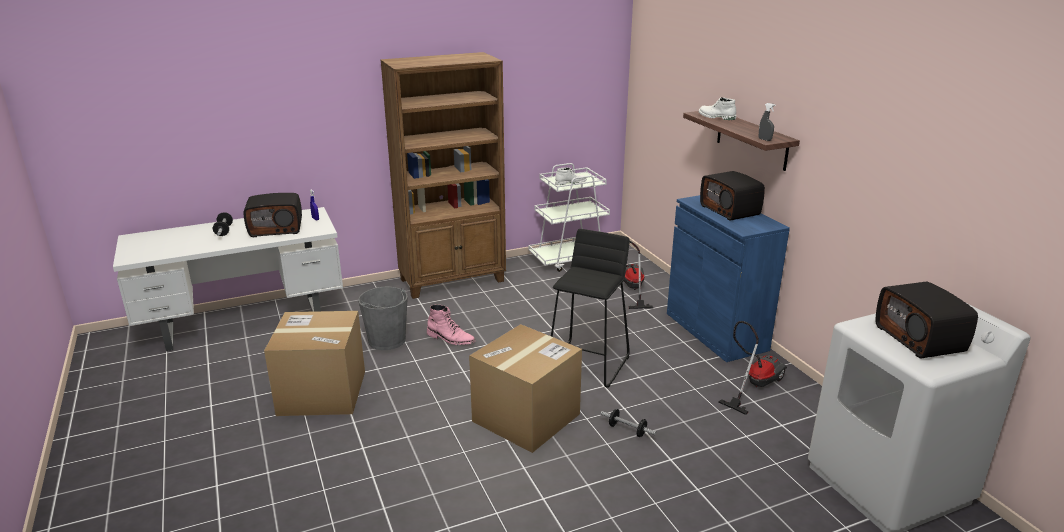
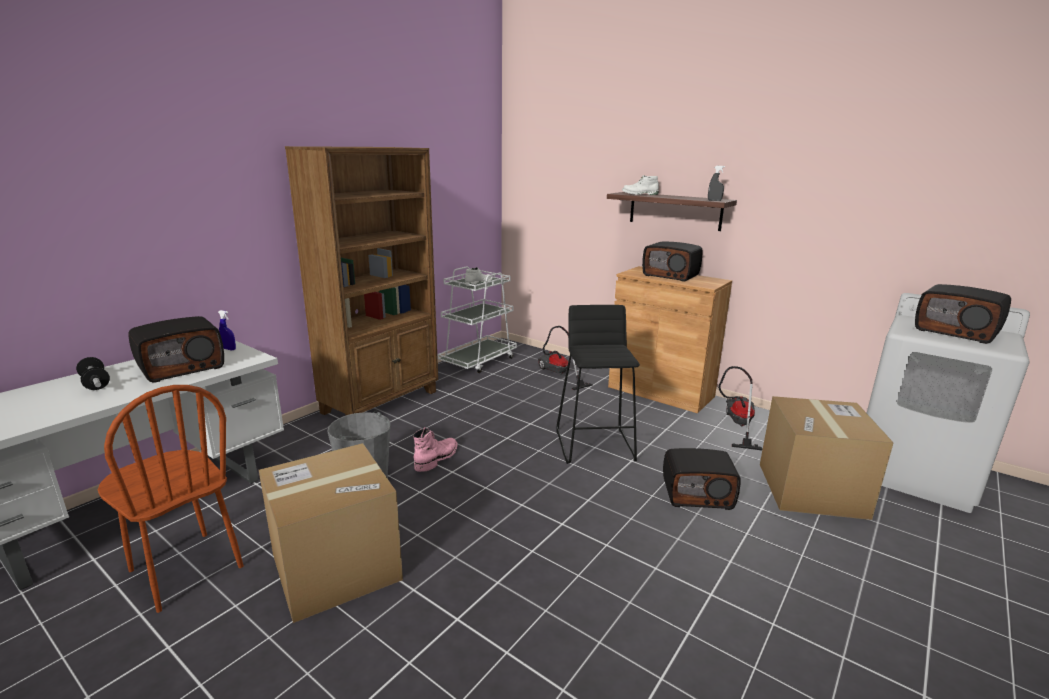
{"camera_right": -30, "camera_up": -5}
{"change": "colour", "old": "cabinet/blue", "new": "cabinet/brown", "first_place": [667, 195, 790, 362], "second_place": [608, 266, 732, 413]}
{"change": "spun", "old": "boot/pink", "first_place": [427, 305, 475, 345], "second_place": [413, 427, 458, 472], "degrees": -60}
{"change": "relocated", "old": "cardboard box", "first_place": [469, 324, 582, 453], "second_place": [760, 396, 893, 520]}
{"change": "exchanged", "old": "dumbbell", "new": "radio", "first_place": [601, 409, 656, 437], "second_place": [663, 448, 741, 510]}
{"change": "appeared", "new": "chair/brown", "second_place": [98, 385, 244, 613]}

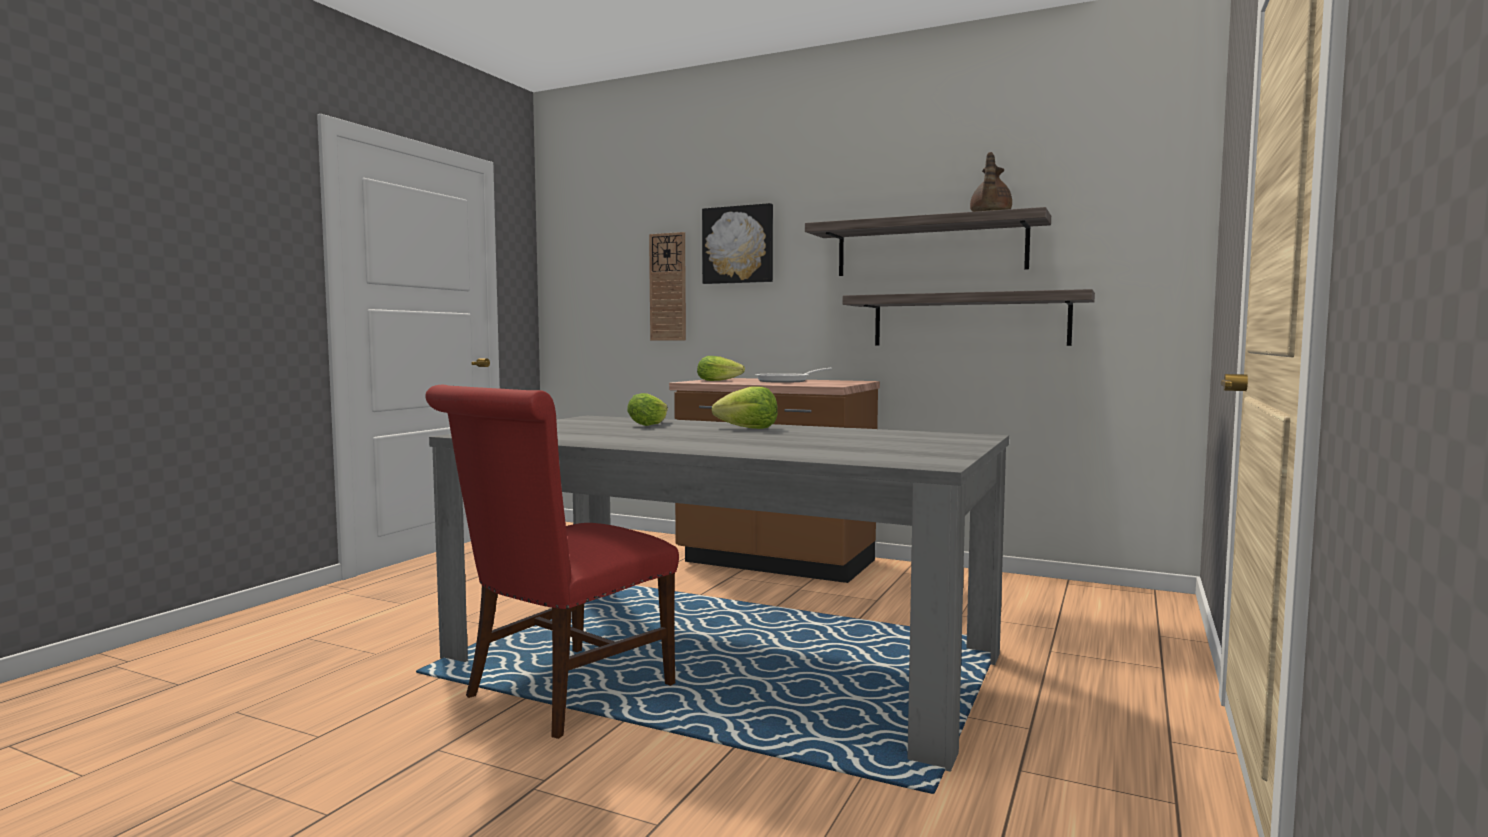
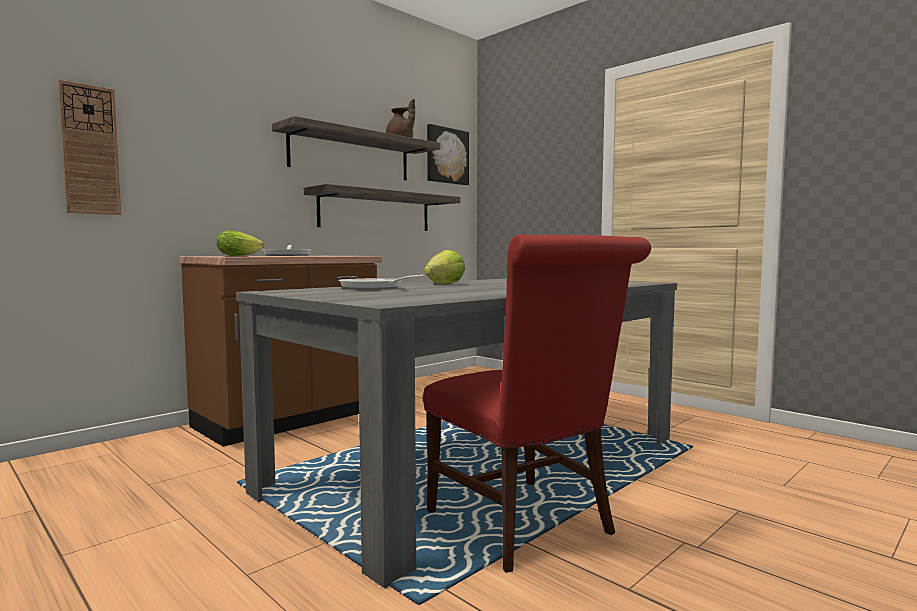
{"camera_right": -70, "camera_up": 0}
{"change": "relocated", "old": "picture", "first_place": [702, 203, 773, 284], "second_place": [427, 124, 469, 185]}
{"change": "exchanged", "old": "lettuce", "new": "frying pan", "first_place": [627, 393, 668, 426], "second_place": [338, 275, 425, 290]}

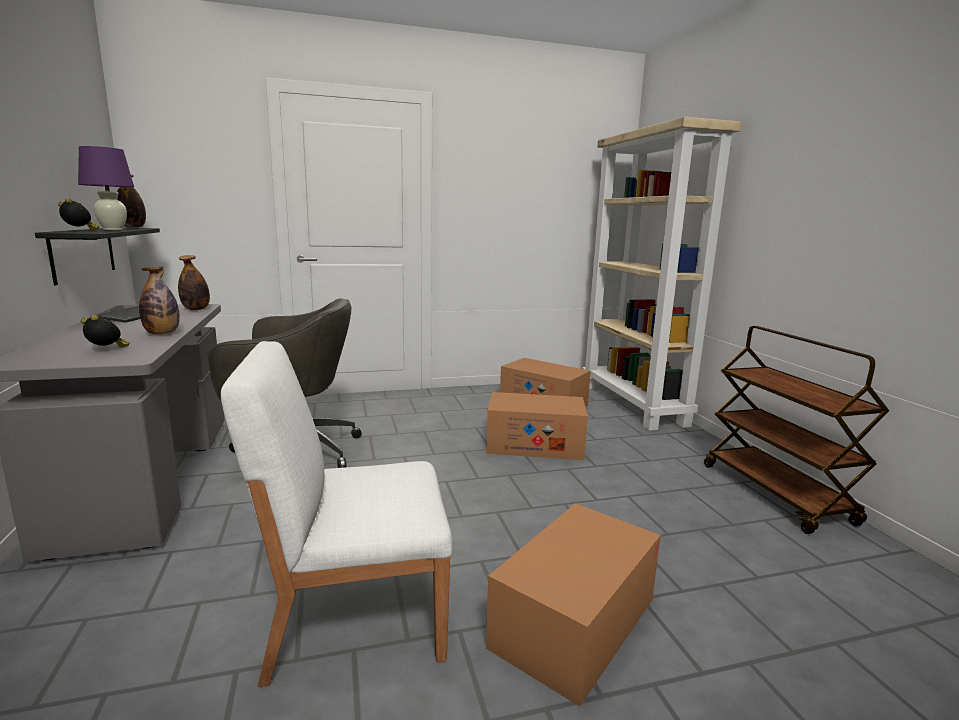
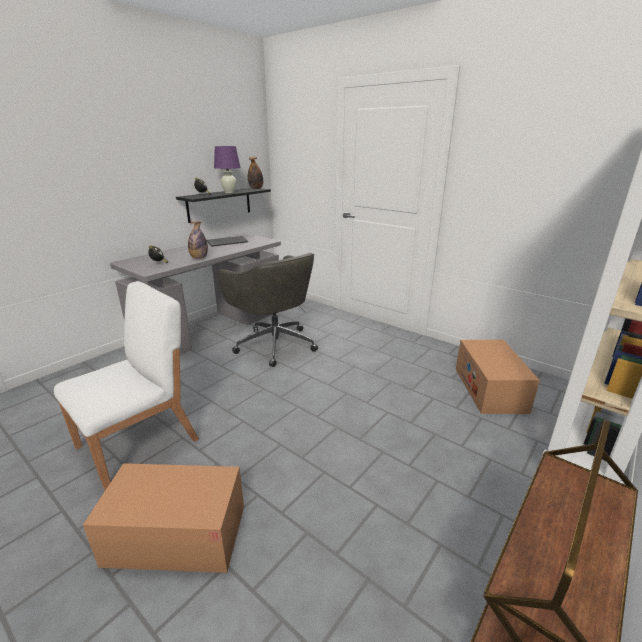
{"camera_right": 55, "camera_up": 10}
{"change": "missing", "old": "bottle", "first_place": [178, 255, 210, 310]}
{"change": "spun", "old": "chair/white", "first_place": [221, 341, 452, 687], "second_place": [54, 281, 199, 490], "degrees": 90}
{"change": "missing", "old": "cardboard box", "first_place": [486, 392, 588, 460]}

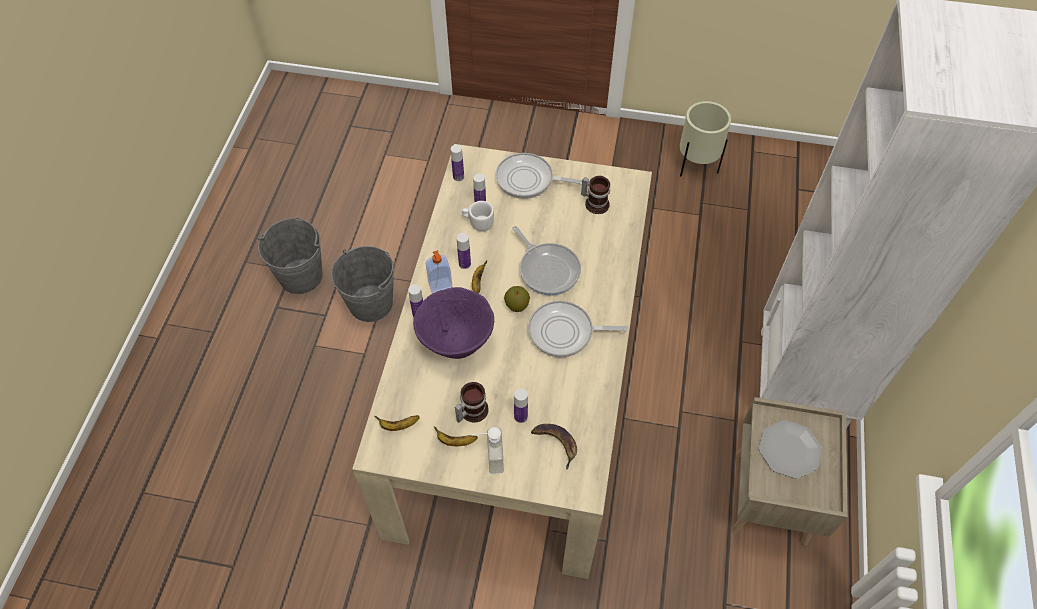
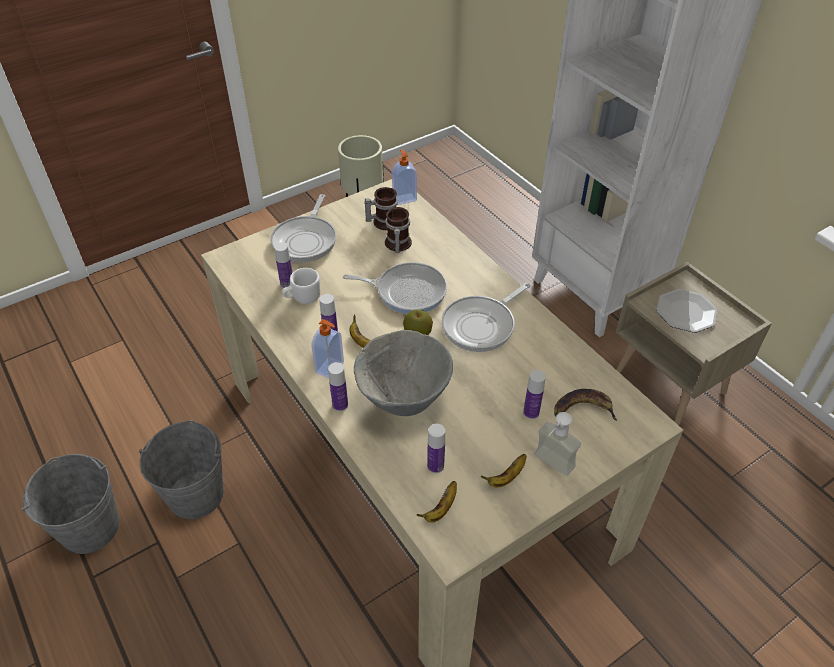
{"camera_right": -45, "camera_up": -10}
{"change": "relocated", "old": "bottle", "first_place": [451, 145, 464, 181], "second_place": [427, 424, 445, 473]}
{"change": "spun", "old": "frying pan", "first_place": [495, 153, 582, 199], "second_place": [270, 194, 336, 263], "degrees": -45}
{"change": "colour", "old": "bowl/purple", "new": "bowl/grey", "first_place": [413, 287, 494, 359], "second_place": [354, 330, 453, 416]}
{"change": "relocated", "old": "mug", "first_place": [454, 382, 489, 423], "second_place": [385, 207, 412, 253]}
{"change": "appeared", "new": "soap dispenser", "second_place": [392, 150, 417, 205]}

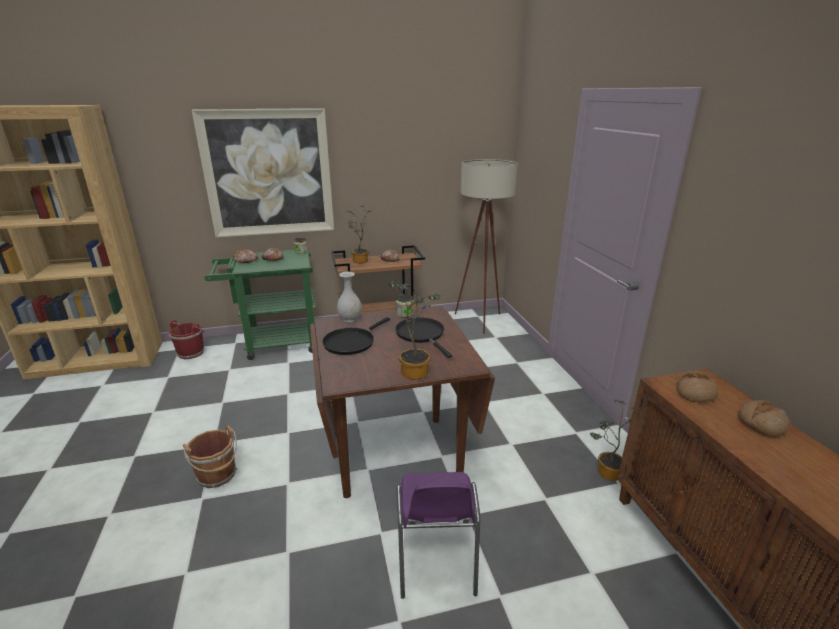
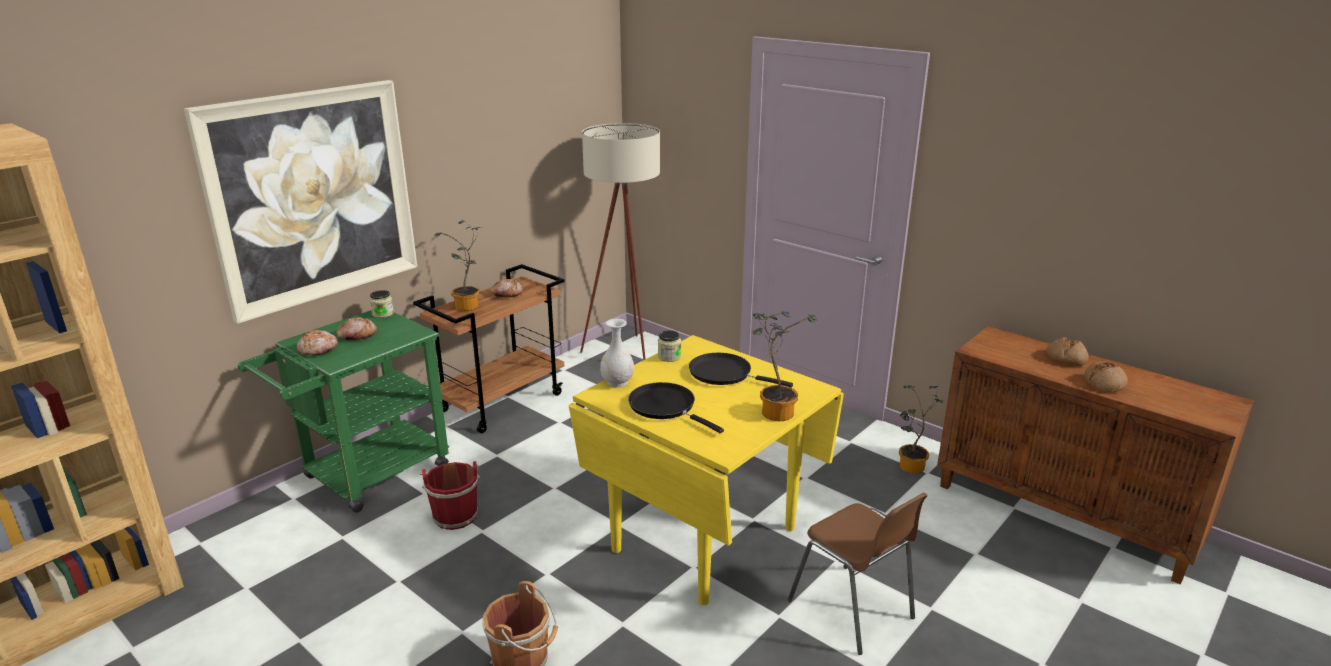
{"camera_right": -35, "camera_up": 0}
{"change": "colour", "old": "dining table/brown", "new": "dining table/yellow", "first_place": [310, 306, 495, 498], "second_place": [568, 335, 844, 605]}
{"change": "spun", "old": "frying pan/black", "first_place": [322, 317, 390, 355], "second_place": [628, 382, 724, 433], "degrees": 135}
{"change": "relocated", "old": "bucket/red", "first_place": [169, 320, 206, 359], "second_place": [420, 461, 480, 530]}
{"change": "relocated", "old": "bread", "first_place": [677, 371, 719, 402], "second_place": [1084, 361, 1128, 392]}
{"change": "colour", "old": "chair/purple", "new": "chair/brown", "first_place": [397, 472, 480, 599], "second_place": [787, 493, 928, 655]}

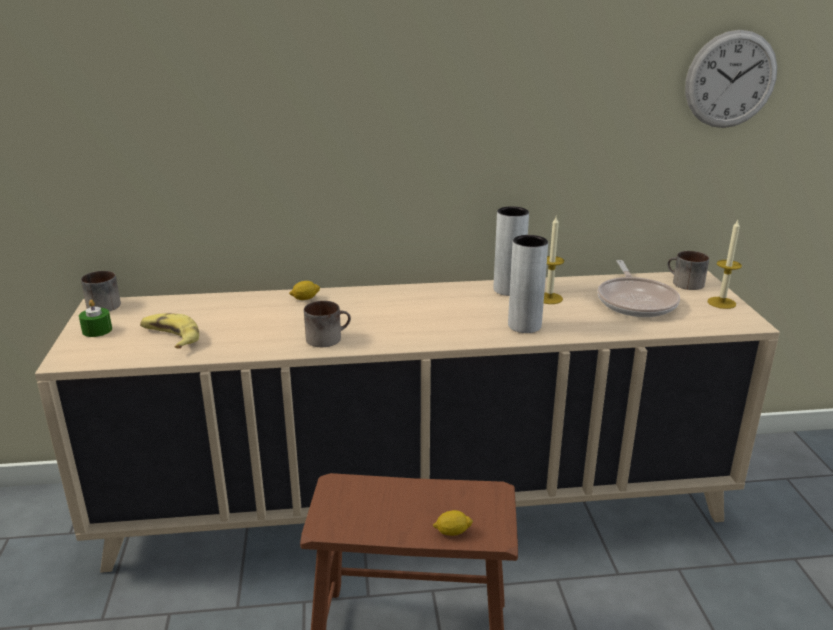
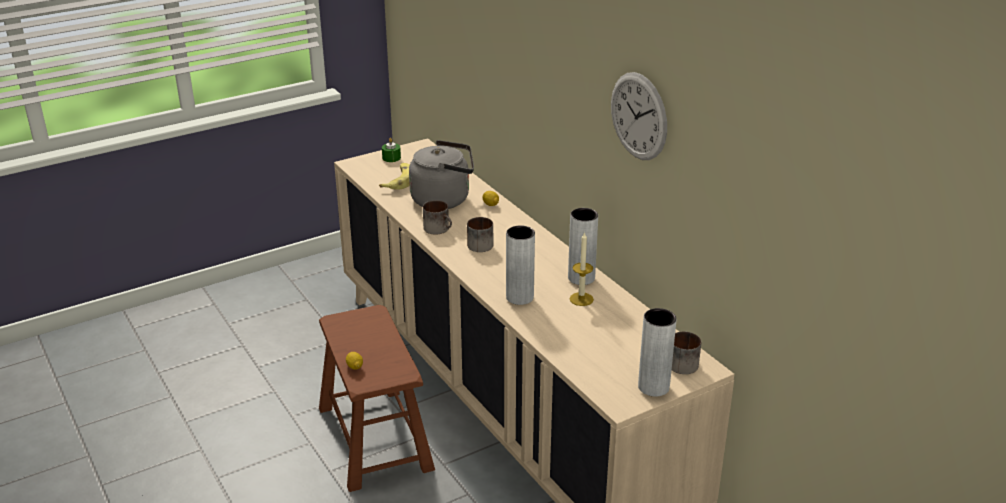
{"camera_right": 65, "camera_up": 5}
{"change": "relocated", "old": "wall clock", "first_place": [685, 30, 777, 128], "second_place": [611, 72, 667, 160]}
{"change": "exchanged", "old": "candle", "new": "vase/grey", "first_place": [708, 220, 742, 309], "second_place": [638, 308, 677, 397]}
{"change": "missing", "old": "frying pan", "first_place": [598, 260, 680, 317]}
{"change": "relocated", "old": "mug", "first_place": [81, 271, 121, 311], "second_place": [467, 217, 493, 252]}
{"change": "appeared", "new": "kettle/grey", "second_place": [409, 140, 474, 209]}

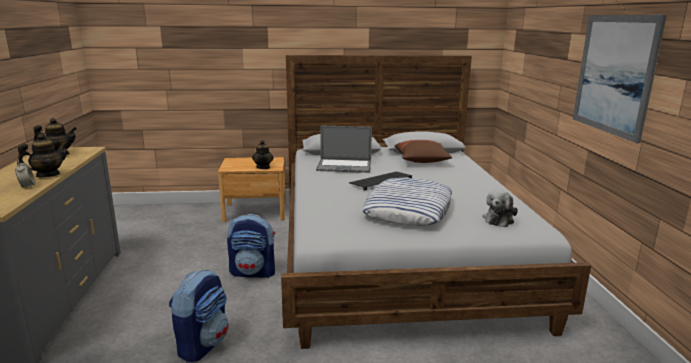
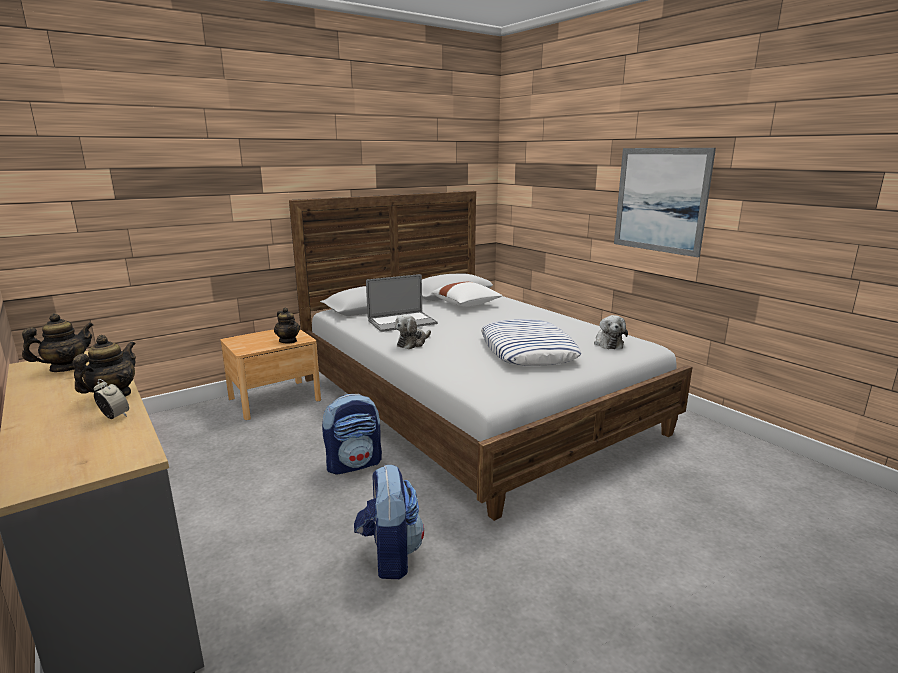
{"camera_right": -30, "camera_up": 0}
{"change": "colour", "old": "pillow/brown", "new": "pillow/white", "first_place": [395, 140, 452, 163], "second_place": [432, 282, 502, 306]}
{"change": "missing", "old": "keyboard", "first_place": [349, 171, 412, 190]}
{"change": "appeared", "new": "plush toy", "second_place": [395, 314, 431, 349]}

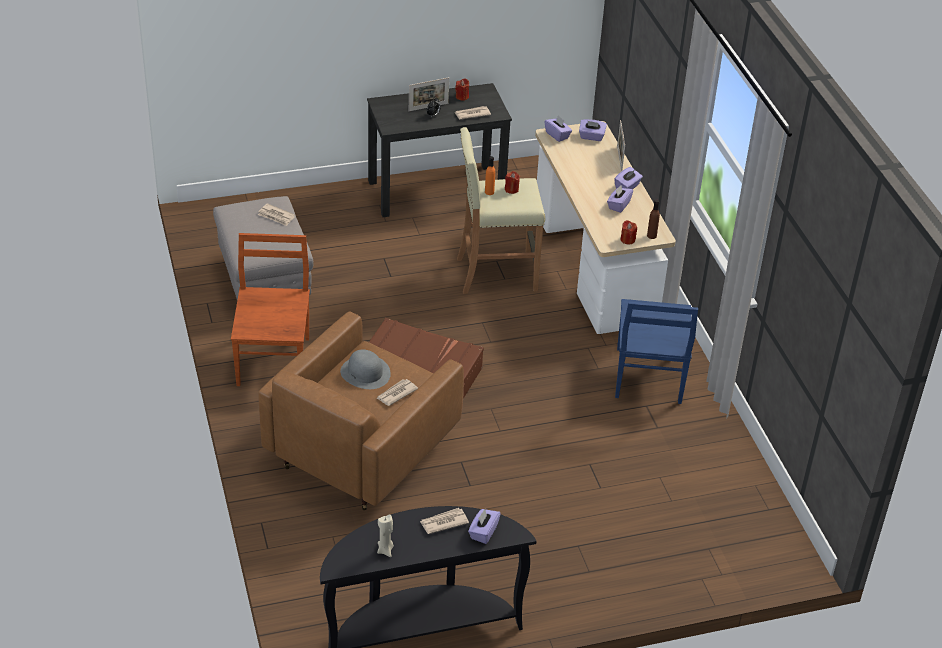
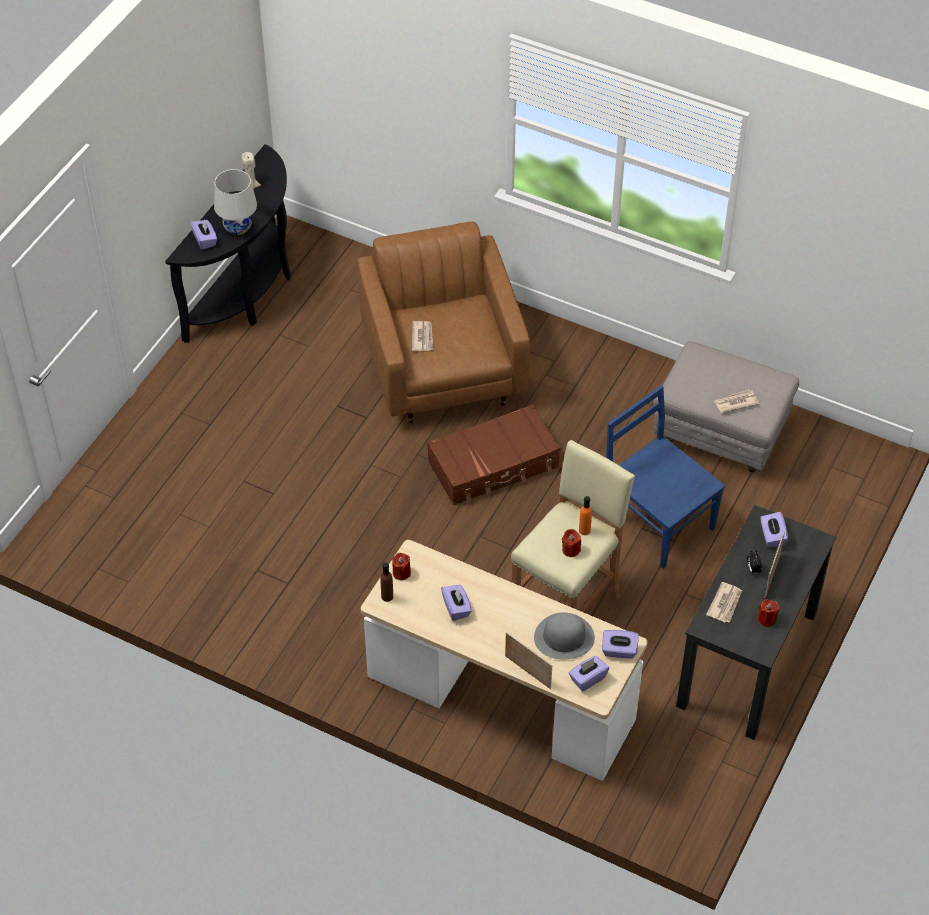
{"camera_right": 135, "camera_up": 10}
{"change": "relocated", "old": "tissue box/purple", "first_place": [614, 167, 643, 189], "second_place": [760, 512, 788, 548]}
{"change": "missing", "old": "chair/brown", "first_place": [231, 233, 310, 386]}
{"change": "relocated", "old": "chair/blue", "first_place": [615, 299, 698, 404], "second_place": [606, 385, 725, 569]}
{"change": "relocated", "old": "hat/grey", "first_place": [340, 349, 391, 389], "second_place": [534, 612, 595, 659]}
{"change": "exchanged", "old": "newspaper", "new": "table lamp/white", "first_place": [420, 508, 469, 534], "second_place": [214, 169, 257, 235]}

